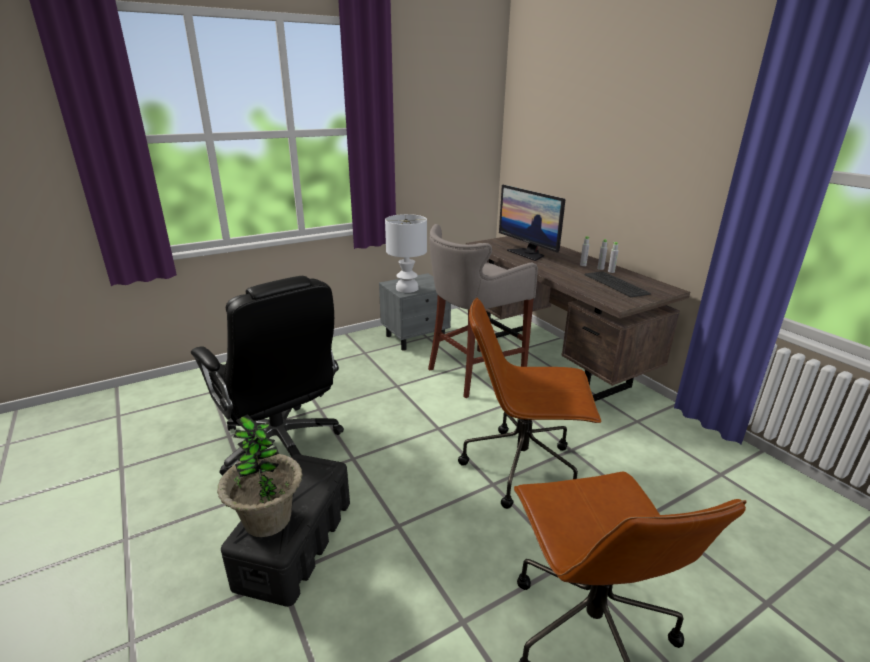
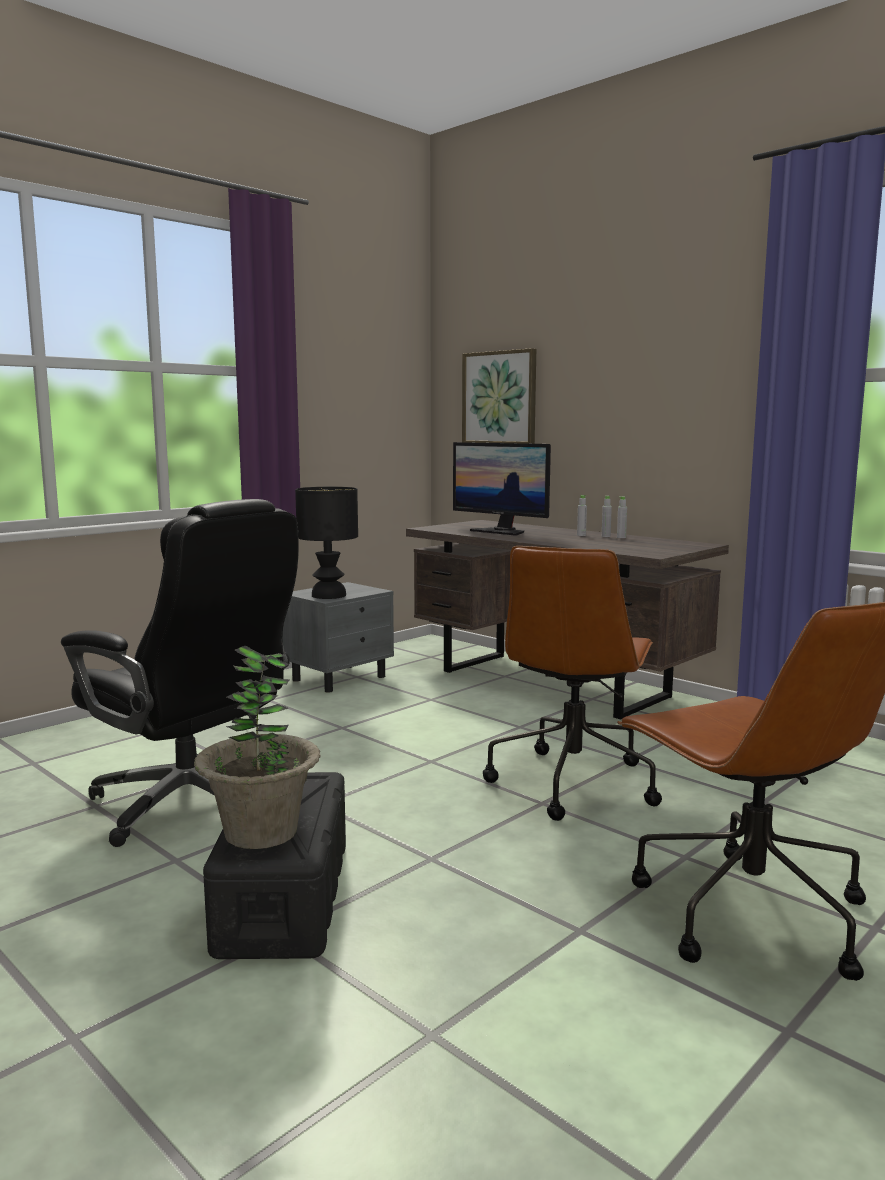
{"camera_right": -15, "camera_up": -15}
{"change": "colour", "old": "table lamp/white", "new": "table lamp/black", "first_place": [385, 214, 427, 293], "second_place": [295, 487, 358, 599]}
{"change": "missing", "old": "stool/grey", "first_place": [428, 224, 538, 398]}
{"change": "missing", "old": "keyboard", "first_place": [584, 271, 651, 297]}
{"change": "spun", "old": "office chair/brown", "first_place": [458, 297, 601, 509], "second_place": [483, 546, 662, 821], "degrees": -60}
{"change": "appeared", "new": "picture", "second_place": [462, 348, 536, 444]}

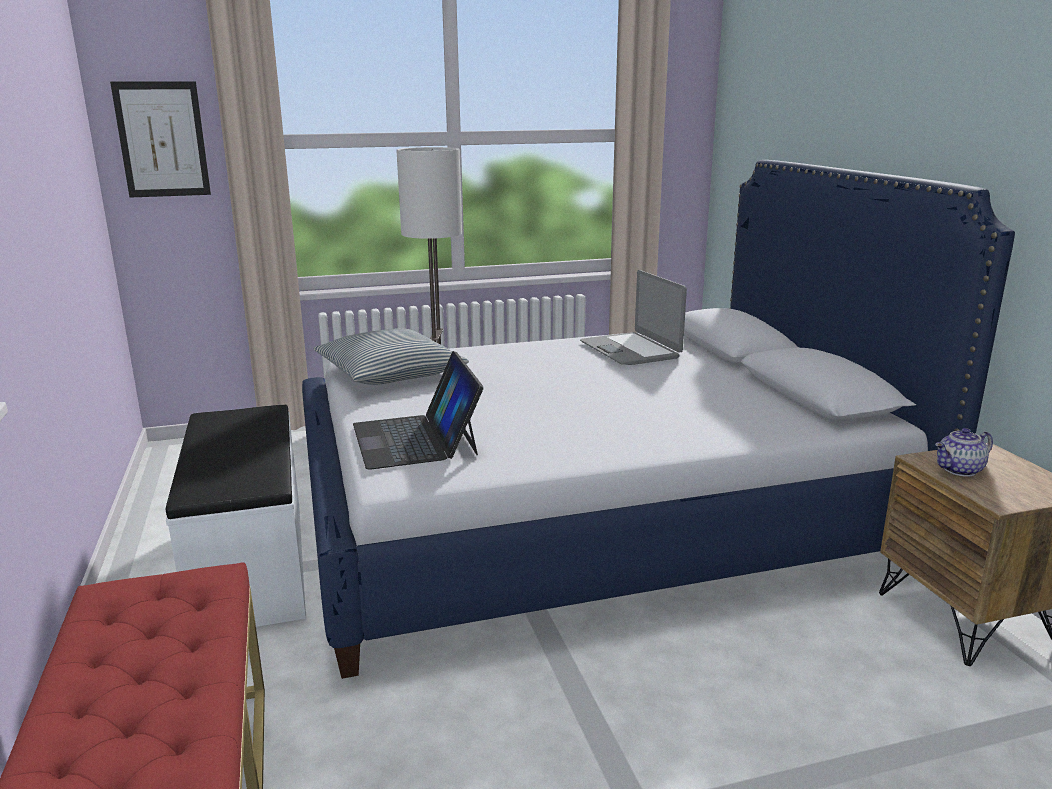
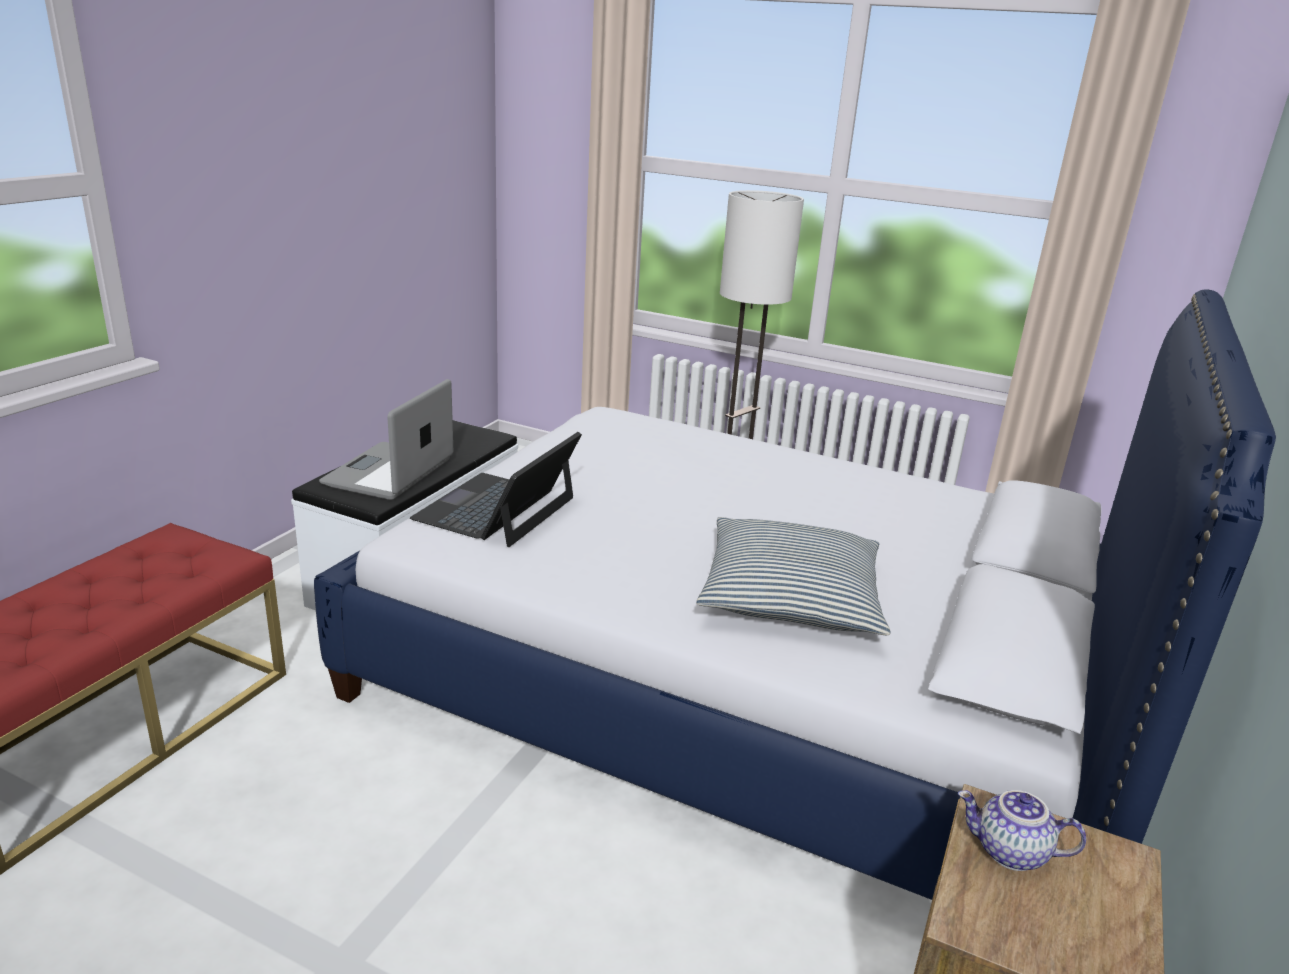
{"camera_right": 40, "camera_up": 5}
{"change": "missing", "old": "picture", "first_place": [110, 81, 211, 198]}
{"change": "relocated", "old": "laptop", "first_place": [580, 270, 687, 365], "second_place": [319, 379, 453, 500]}
{"change": "relocated", "old": "pillow", "first_place": [314, 328, 469, 385], "second_place": [696, 517, 891, 635]}

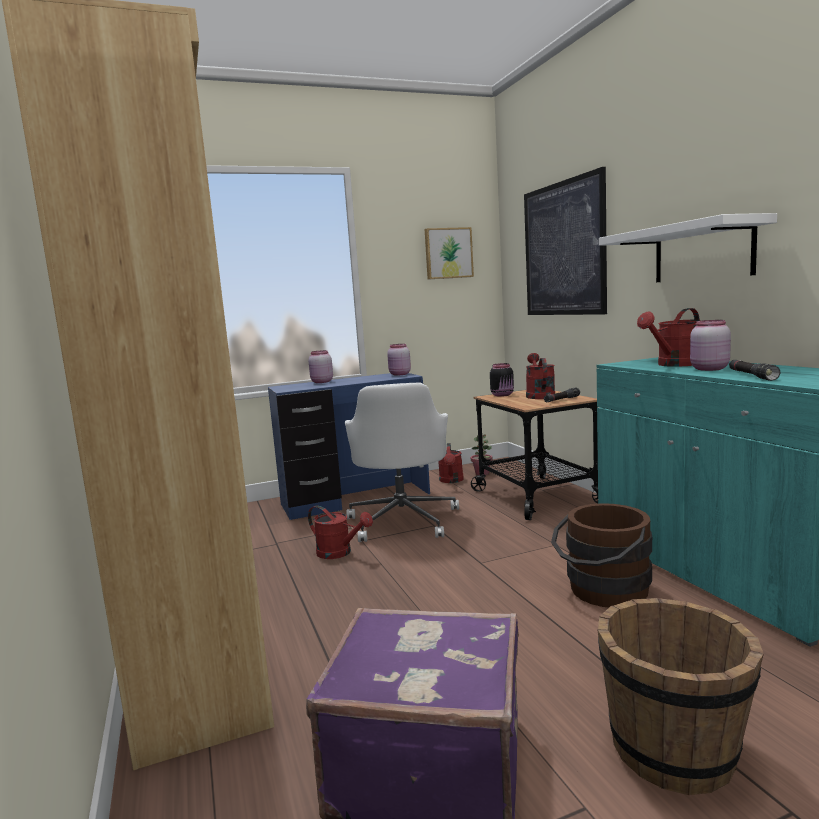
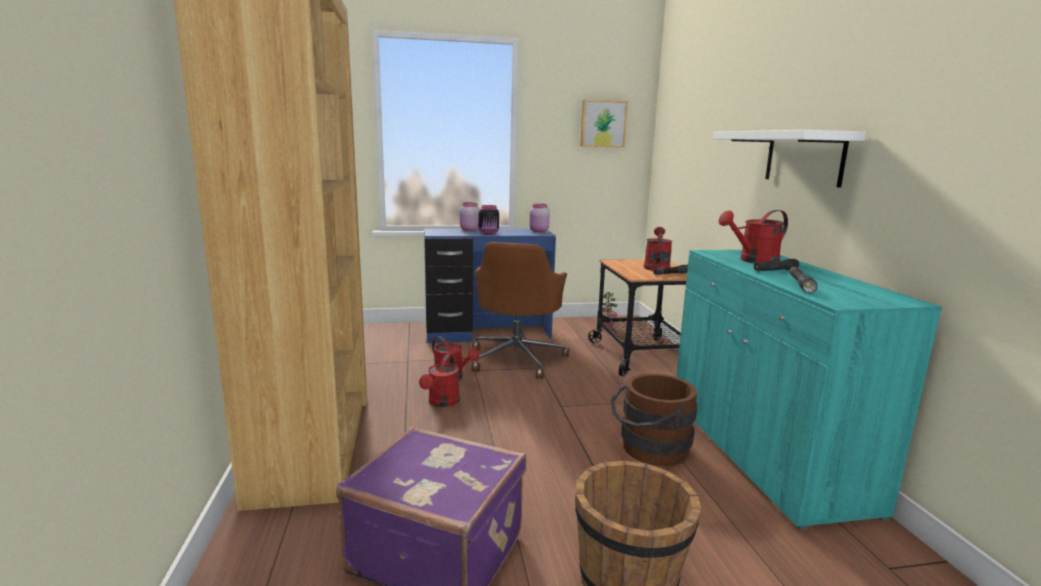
{"camera_right": 10, "camera_up": 5}
{"change": "missing", "old": "picture", "first_place": [524, 167, 607, 315]}
{"change": "exchanged", "old": "jar/pink", "new": "flashlight/black", "first_place": [690, 320, 731, 371], "second_place": [754, 259, 799, 271]}
{"change": "relocated", "old": "jar/black", "first_place": [490, 363, 514, 397], "second_place": [478, 205, 499, 235]}
{"change": "colour", "old": "office chair/white", "new": "office chair/brown", "first_place": [345, 383, 459, 542], "second_place": [471, 242, 569, 379]}
{"change": "relocated", "old": "watering can/red", "first_place": [438, 443, 464, 483], "second_place": [419, 354, 460, 407]}

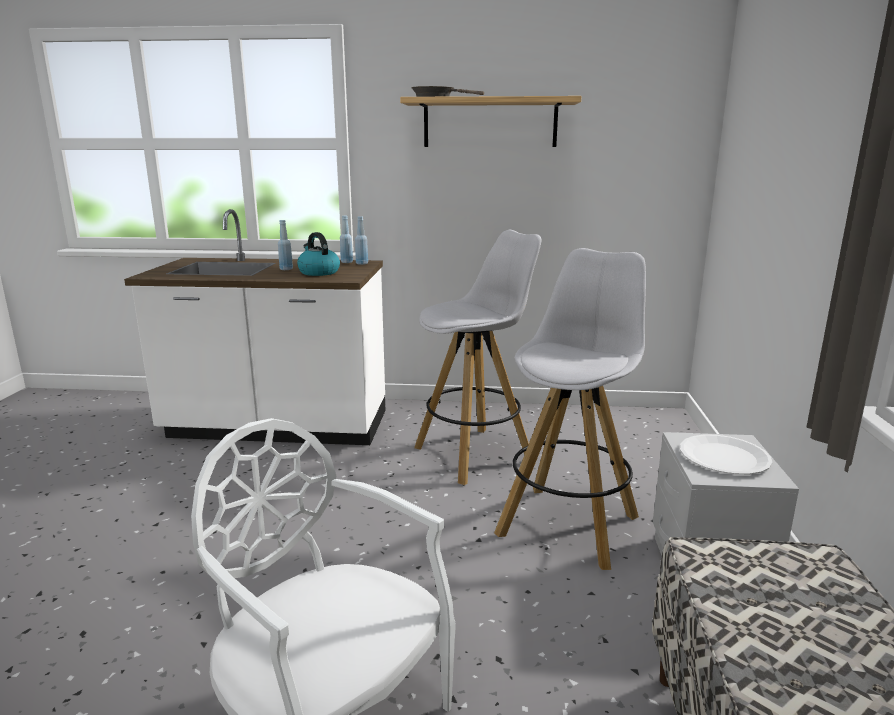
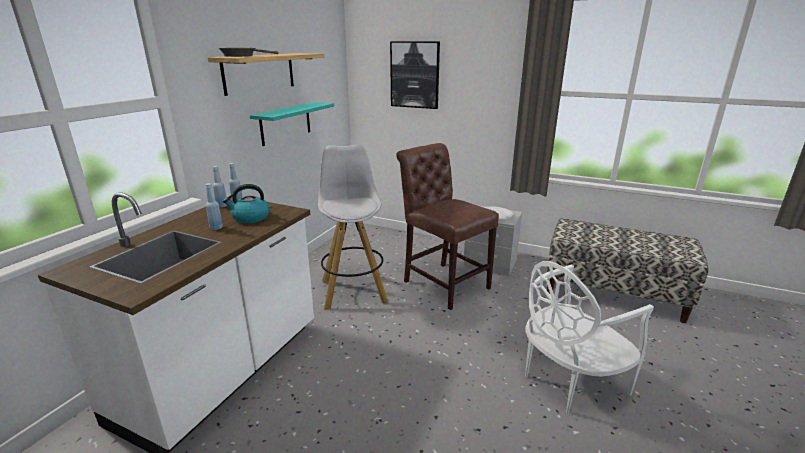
{"camera_right": -70, "camera_up": 5}
{"change": "exchanged", "old": "stool/white", "new": "chair/brown", "first_place": [494, 248, 646, 570], "second_place": [396, 143, 499, 310]}
{"change": "appeared", "new": "picture", "second_place": [390, 41, 440, 109]}
{"change": "appeared", "new": "shelf/turquoise", "second_place": [250, 102, 334, 146]}

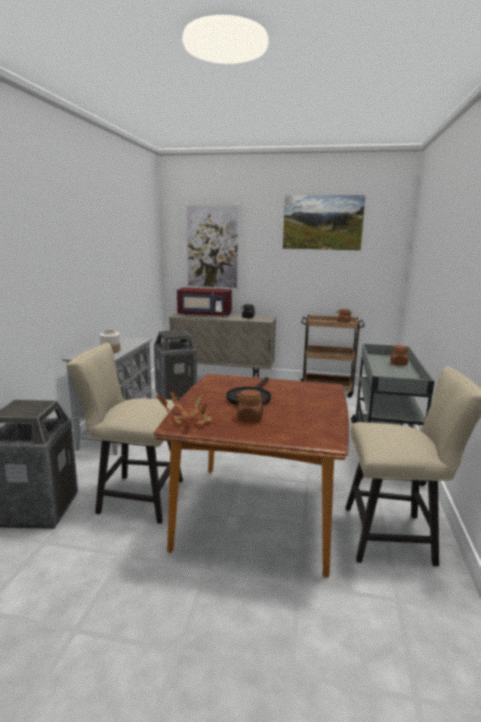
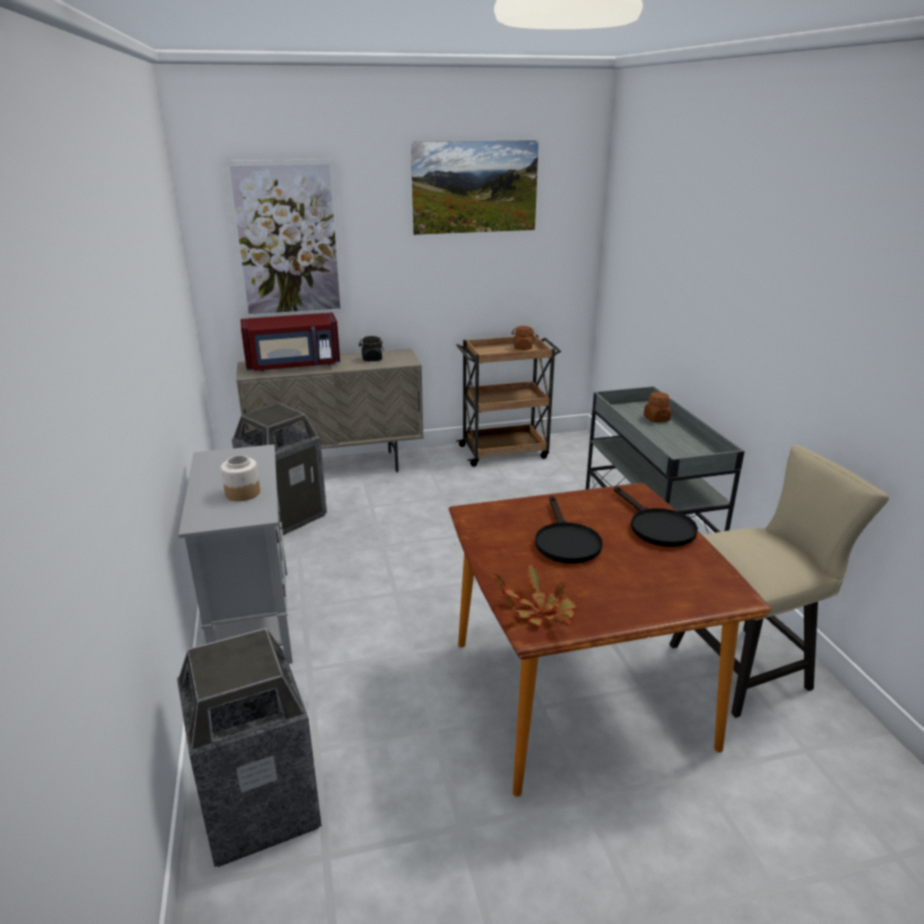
{"camera_right": -25, "camera_up": 10}
{"change": "missing", "old": "chair/beige", "first_place": [66, 343, 183, 524]}
{"change": "missing", "old": "jar/brown", "first_place": [235, 389, 267, 422]}
{"change": "appeared", "new": "frying pan/black", "second_place": [614, 486, 698, 547]}

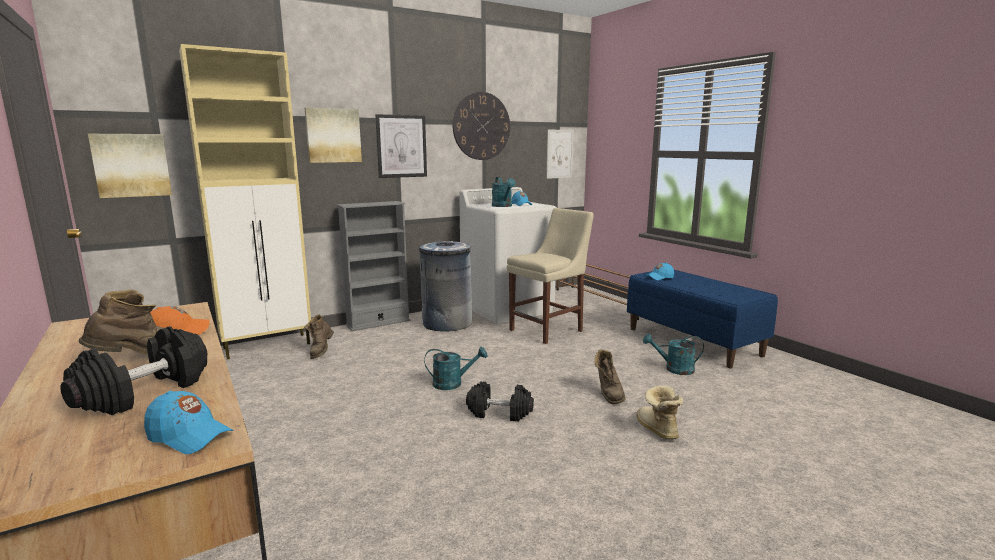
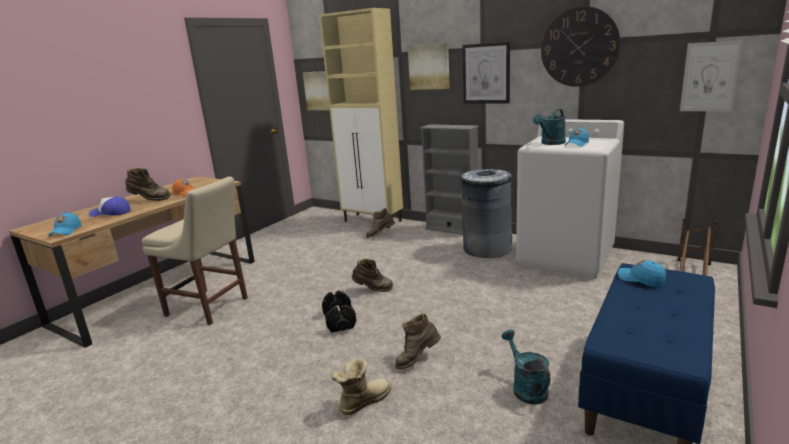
{"camera_right": 65, "camera_up": 5}
{"change": "relocated", "old": "chair/beige", "first_place": [507, 208, 594, 344], "second_place": [142, 176, 248, 325]}
{"change": "exchanged", "old": "dumbbell/black", "new": "cap", "first_place": [60, 326, 207, 415], "second_place": [89, 197, 131, 217]}
{"change": "exchanged", "old": "watering can/turquoise", "new": "boot/brown", "first_place": [424, 347, 487, 390], "second_place": [352, 259, 393, 292]}

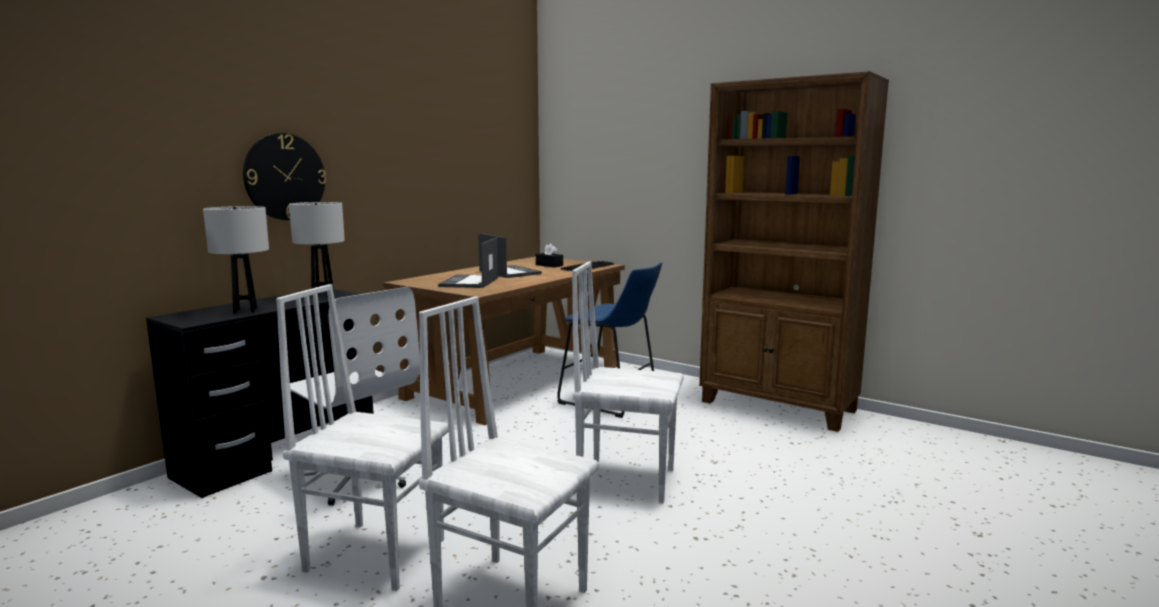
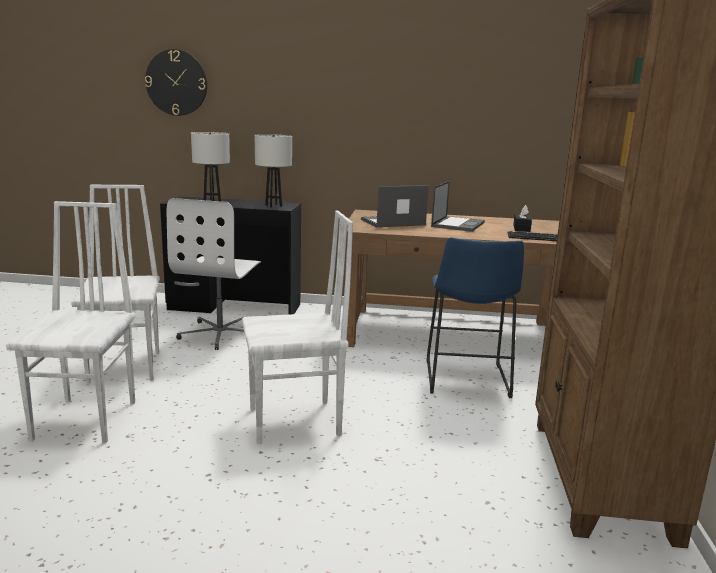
{"camera_right": 60, "camera_up": 5}
{"change": "relocated", "old": "wall clock", "first_place": [243, 133, 326, 220], "second_place": [145, 49, 207, 116]}
{"change": "spun", "old": "chair/white", "first_place": [572, 261, 684, 503], "second_place": [242, 211, 353, 444], "degrees": 90}

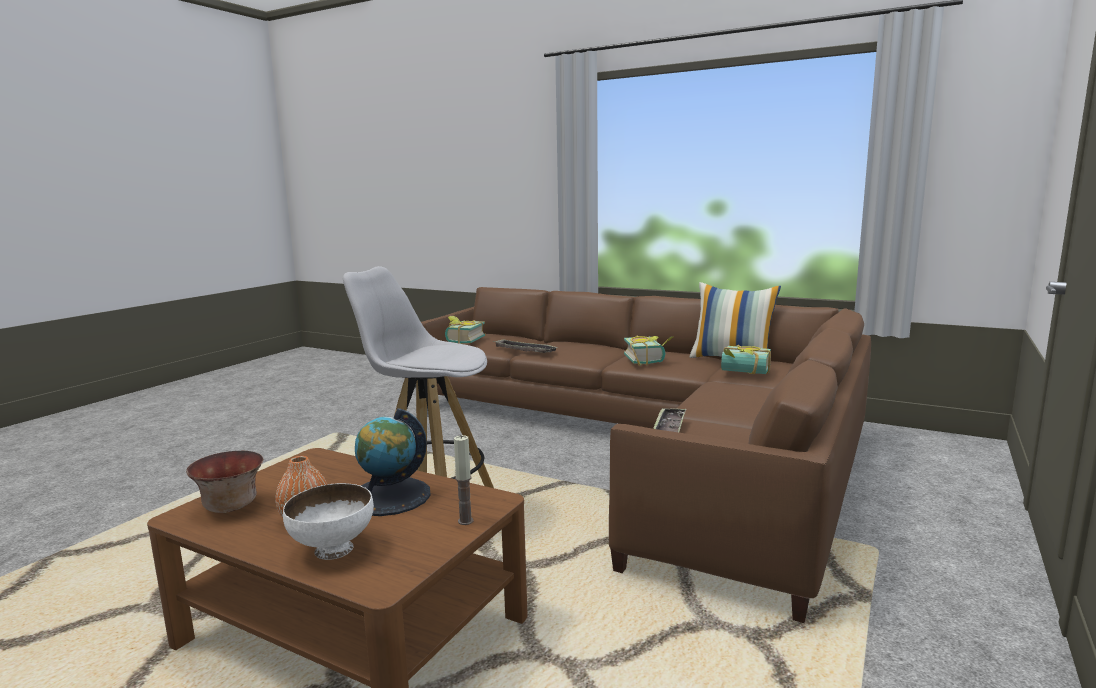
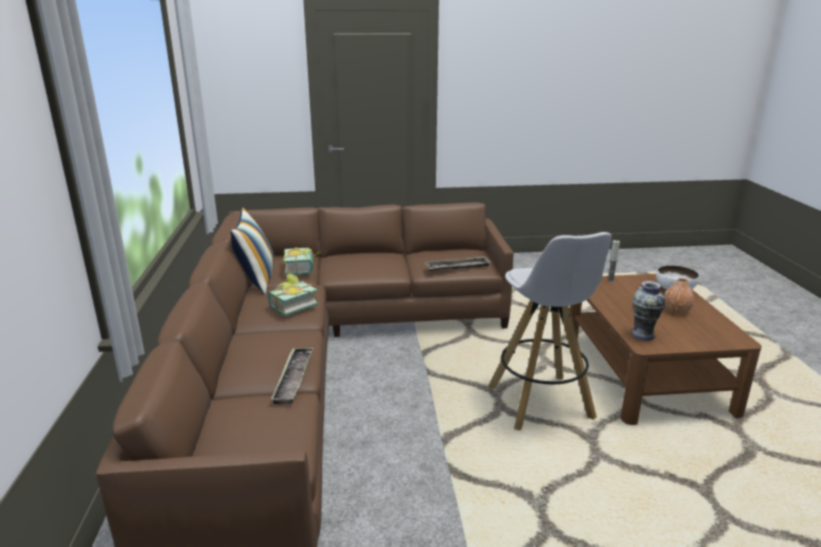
{"camera_right": -125, "camera_up": 10}
{"change": "missing", "old": "book", "first_place": [445, 316, 485, 344]}
{"change": "missing", "old": "globe", "first_place": [355, 408, 431, 516]}
{"change": "missing", "old": "bowl", "first_place": [186, 451, 263, 513]}
{"change": "appeared", "new": "vase", "second_place": [631, 281, 666, 341]}

